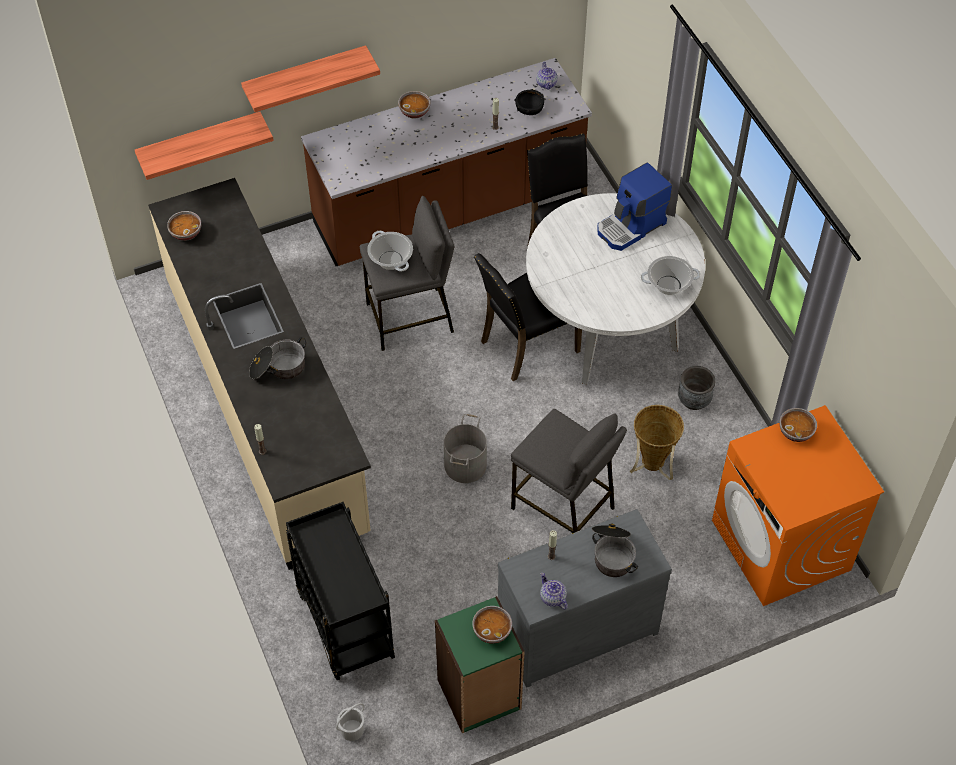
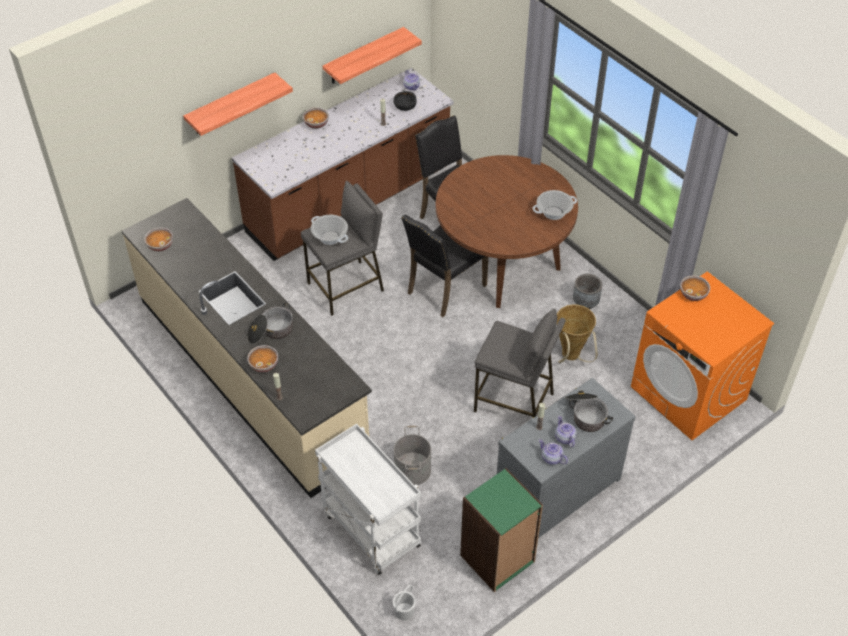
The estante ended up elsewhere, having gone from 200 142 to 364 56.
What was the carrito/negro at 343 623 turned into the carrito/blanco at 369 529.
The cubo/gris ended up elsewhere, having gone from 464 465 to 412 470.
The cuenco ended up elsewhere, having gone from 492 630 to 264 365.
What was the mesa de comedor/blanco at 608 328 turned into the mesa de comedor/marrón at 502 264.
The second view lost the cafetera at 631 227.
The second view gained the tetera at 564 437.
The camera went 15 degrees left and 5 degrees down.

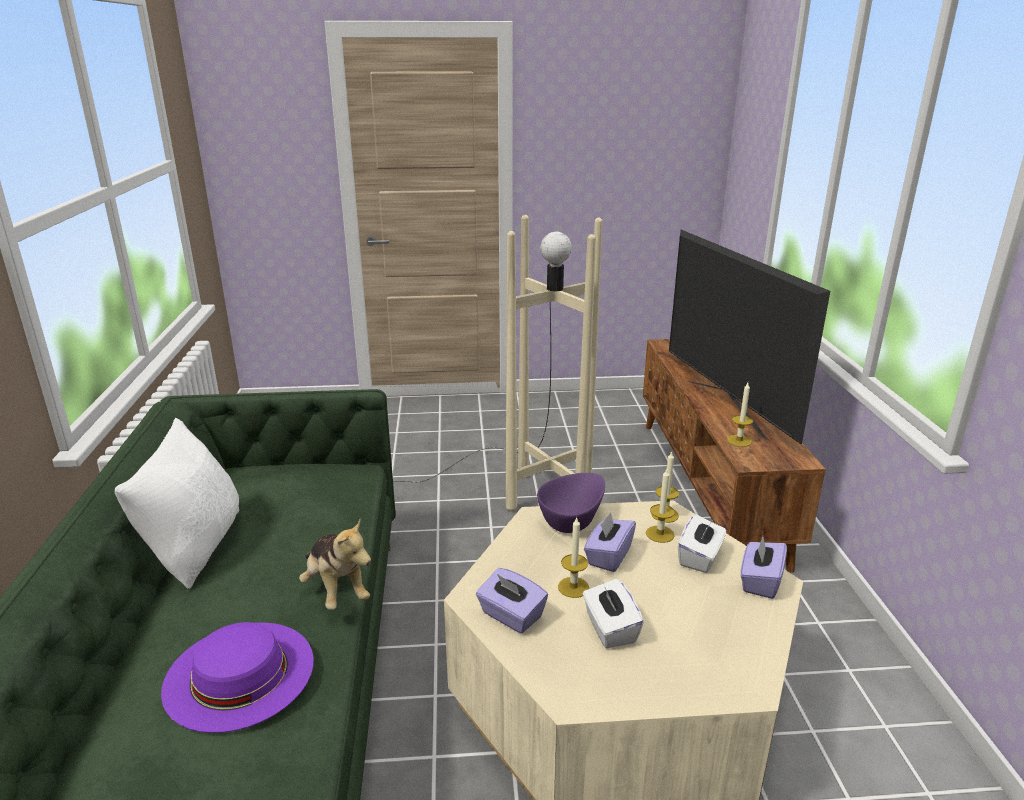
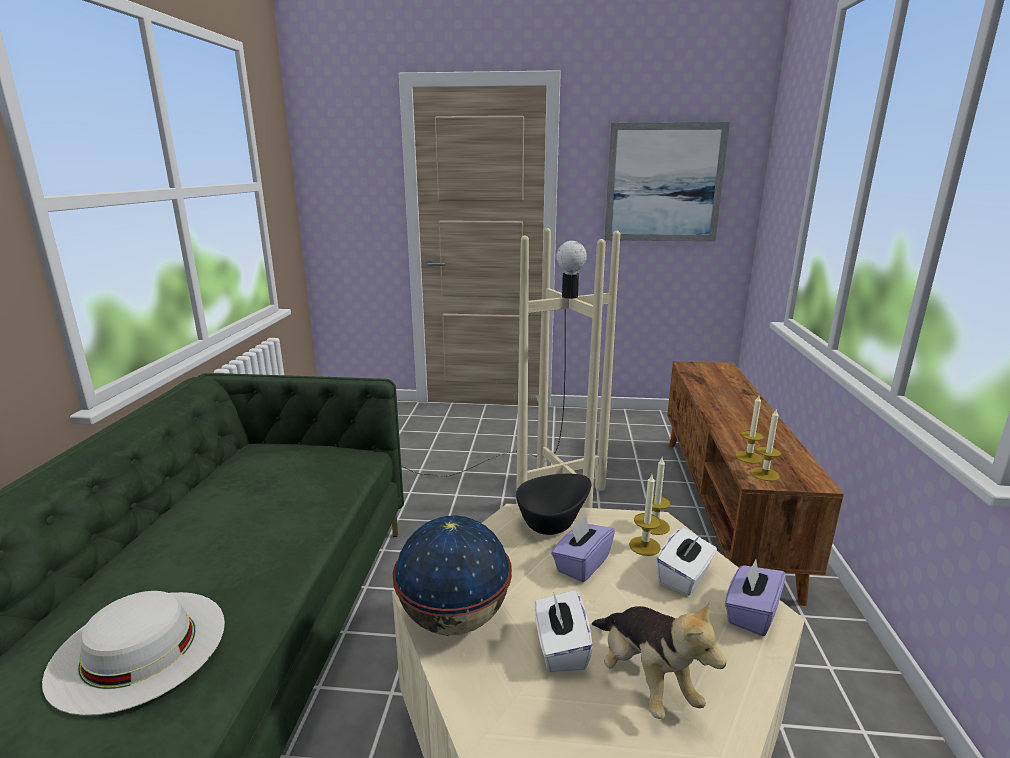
The second view lost the cojín/blanco at 196 547.
What was the sombrero/morado at 239 674 turned into the sombrero/blanco at 139 647.
The peluche ended up elsewhere, having gone from 336 590 to 645 680.
Where the caja de pañuelos/morado stood at 511 616, the globo terráqueo came to stand at 455 618.
What was the cuenco/morado at 572 521 turned into the cuenco/negro at 553 522.
The vela ended up elsewhere, having gone from 573 587 to 765 474.
The second view lost the televisor at 726 408.
The second view gained the cuadro at 664 183.
The camera went 10 degrees right and 5 degrees down.

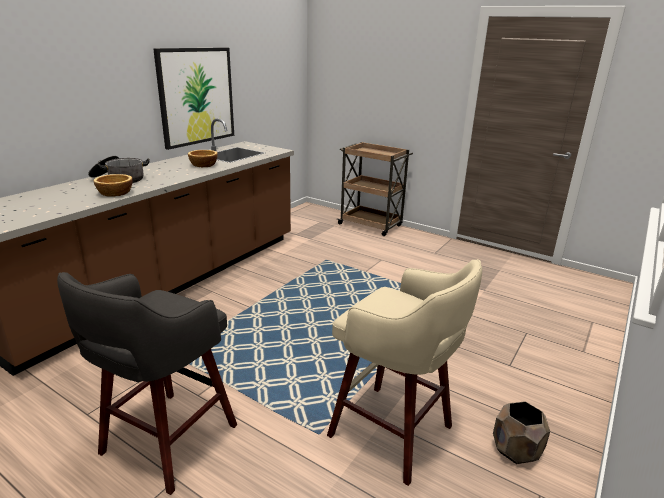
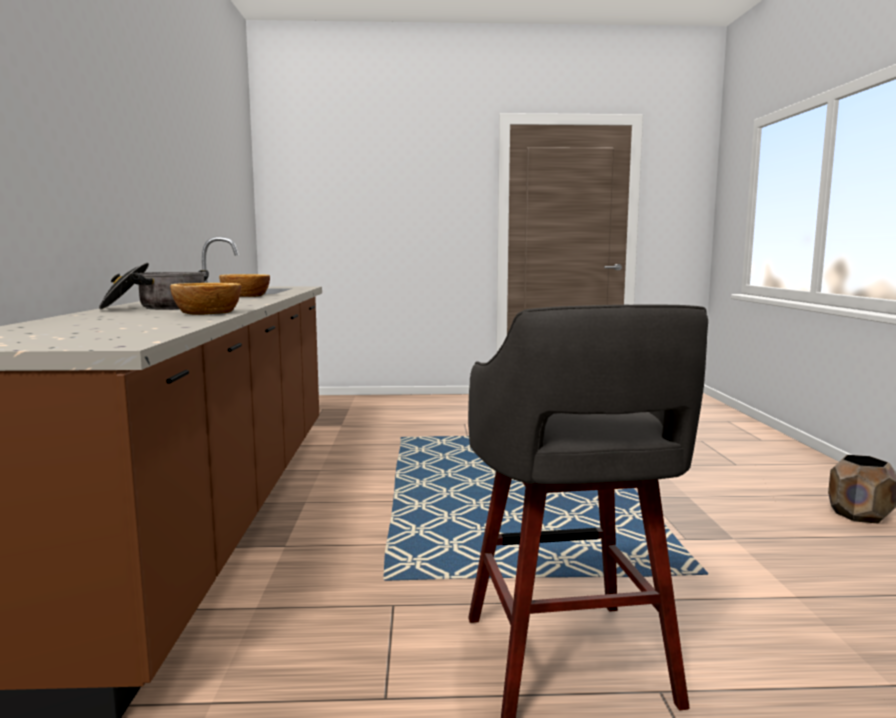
The second view lost the cuadro at 196 96.
The second view lost the taburete/beis at 394 433.
The second view lost the carrito/marrón at 371 225.
The camera went 35 degrees left and 15 degrees down.

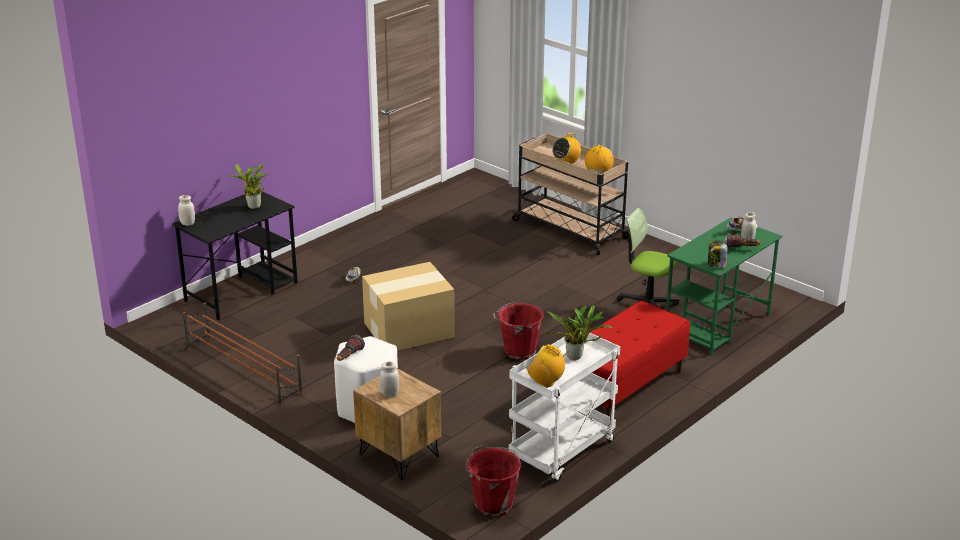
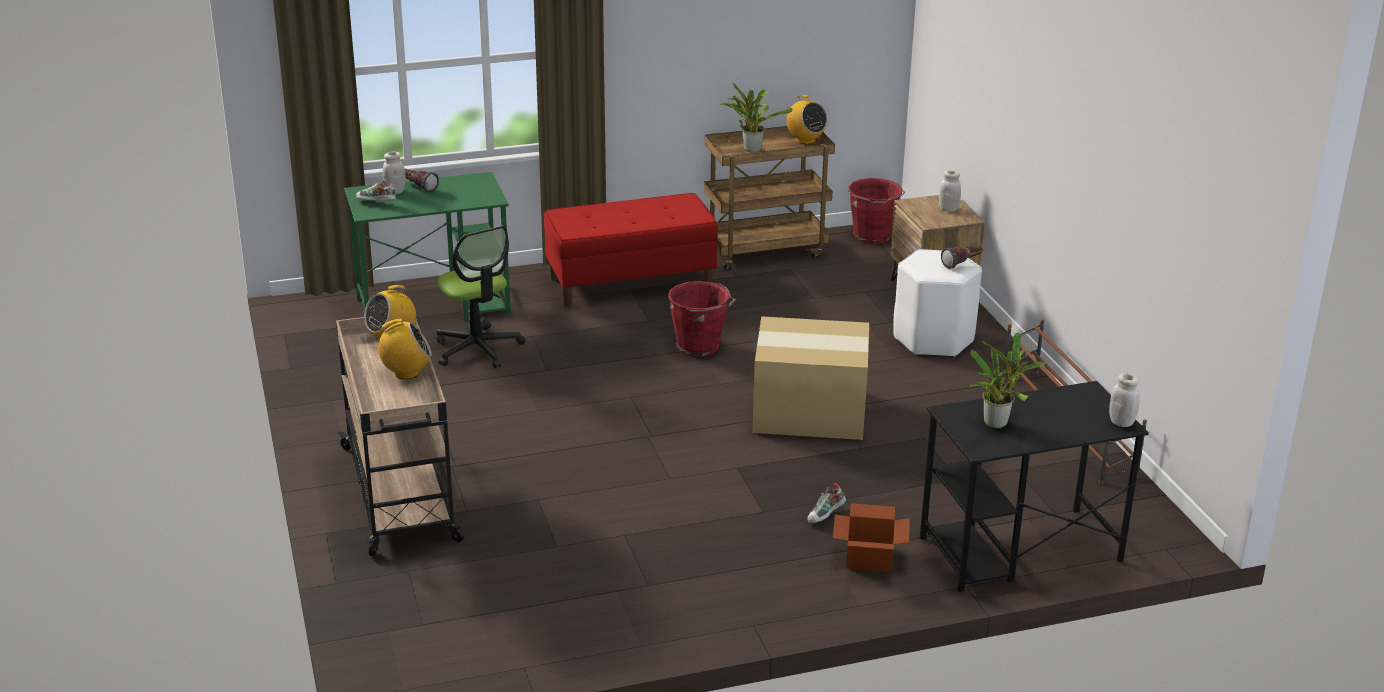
What was the carrito/blanco at 562 452 turned into the carrito/marrón at 766 251.
The second view lost the tarro at 716 265.
The second view gained the caja de cartón at 870 556.
The camera went 150 degrees left and 0 degrees up.

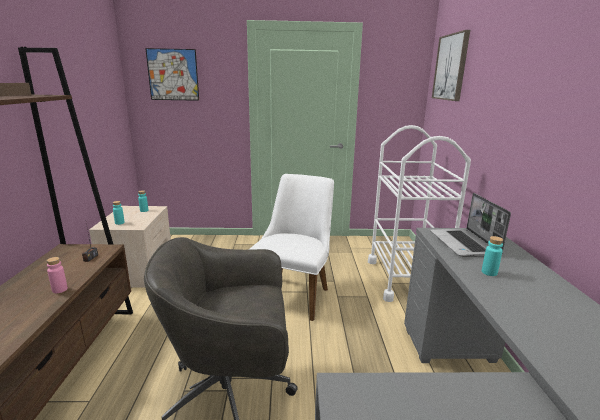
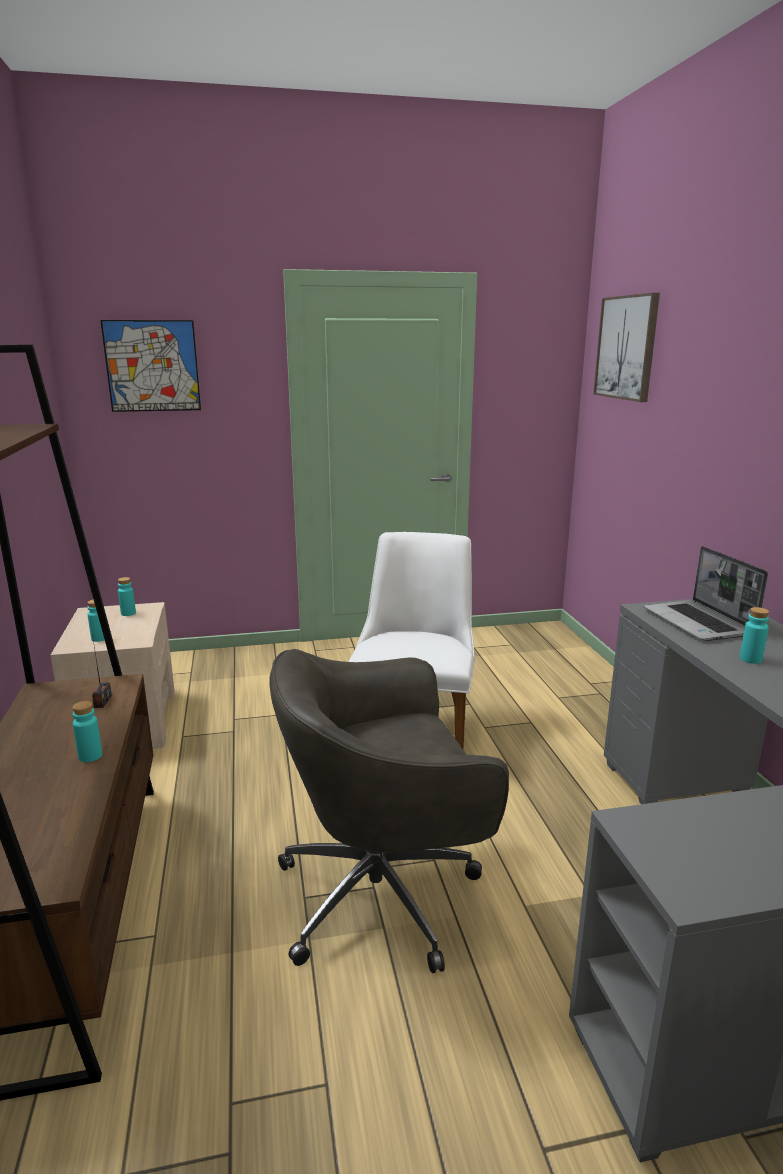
What was the botella/rosa at 60 289 turned into the botella/turquesa at 90 756.
The second view lost the carrito/blanco at 405 279.
The camera went 10 degrees left and 0 degrees up.

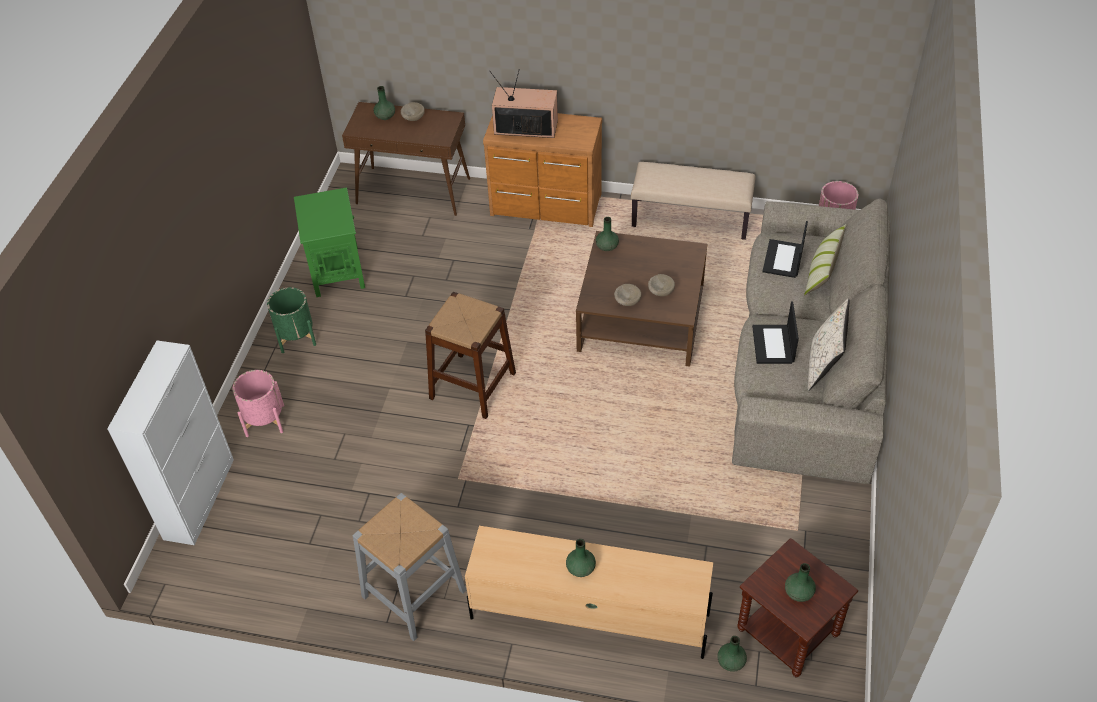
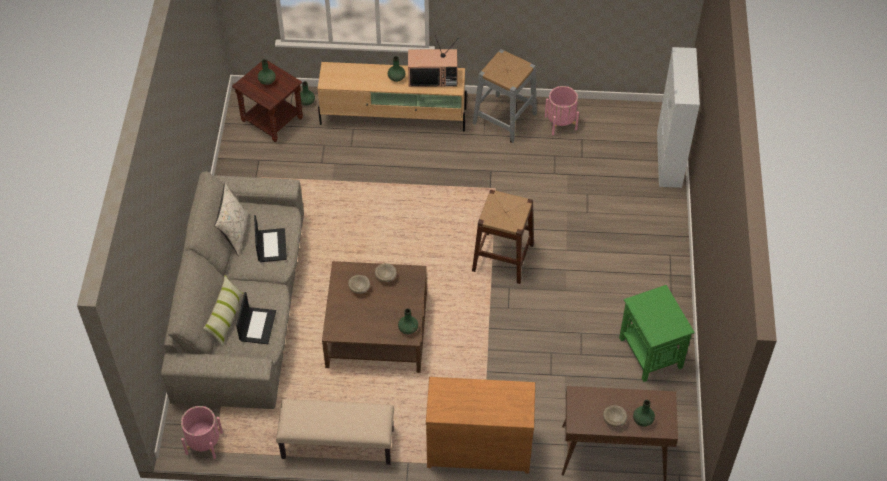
The maceta/rosa ended up elsewhere, having gone from 265 420 to 560 123.
The second view lost the maceta/verde at 296 337.
The televisor ended up elsewhere, having gone from 525 128 to 433 77.
The camera went 170 degrees right and 5 degrees up.

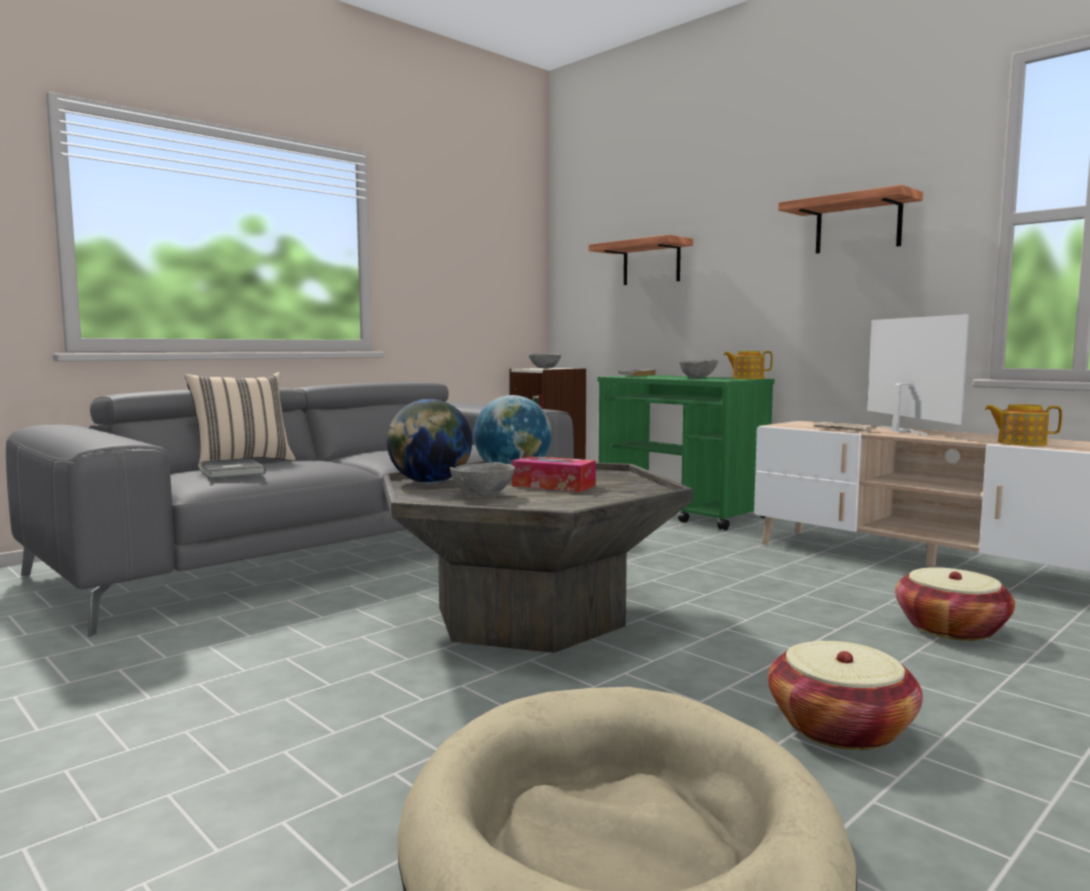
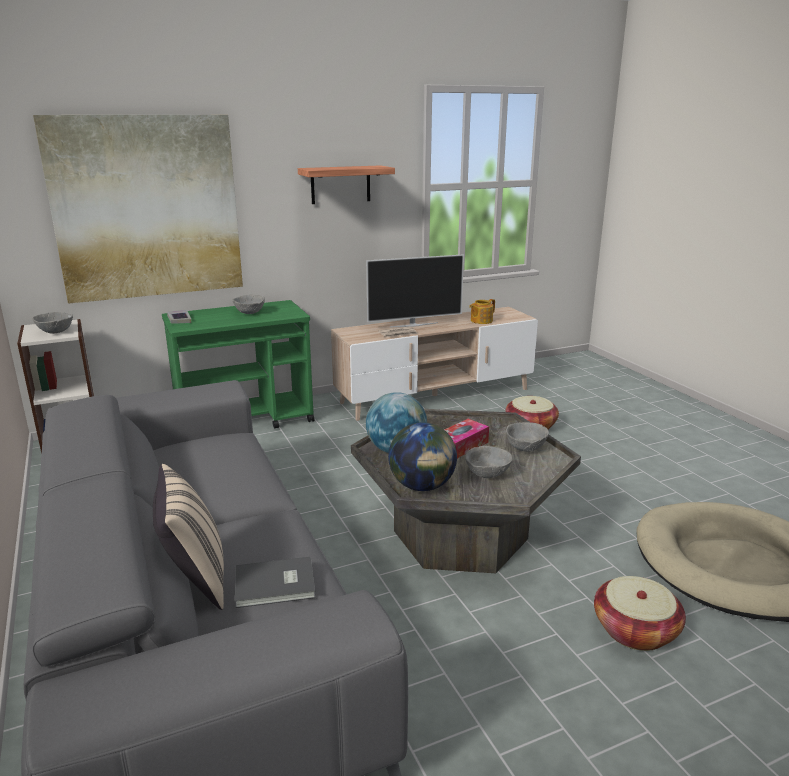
Where the estante hung at 651 263, the cuadro came to hang at 147 208.
The second view lost the tetera at 747 378.
The cesta ended up elsewhere, having gone from 840 728 to 635 630.
The televisor at 902 431 ended up facing another way, 150 degrees clockwise from before.
The second view gained the cuenco/gris at 526 448.
The camera went 70 degrees left and 15 degrees up.

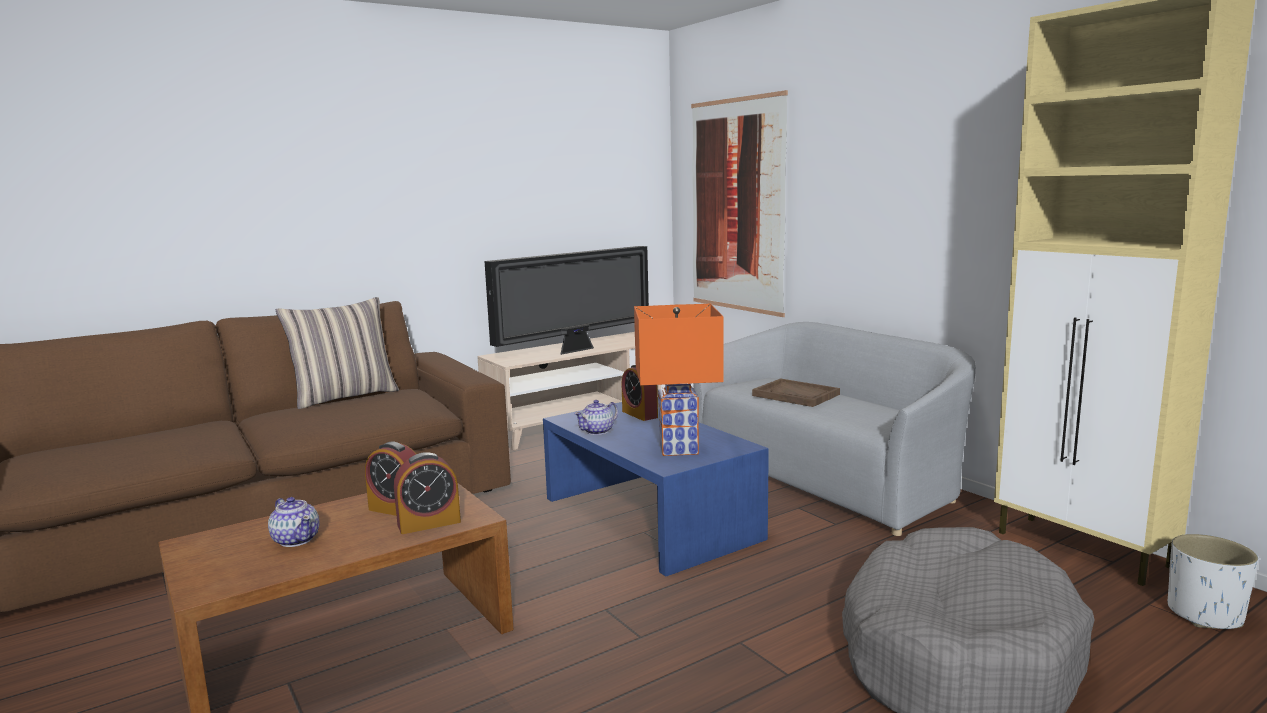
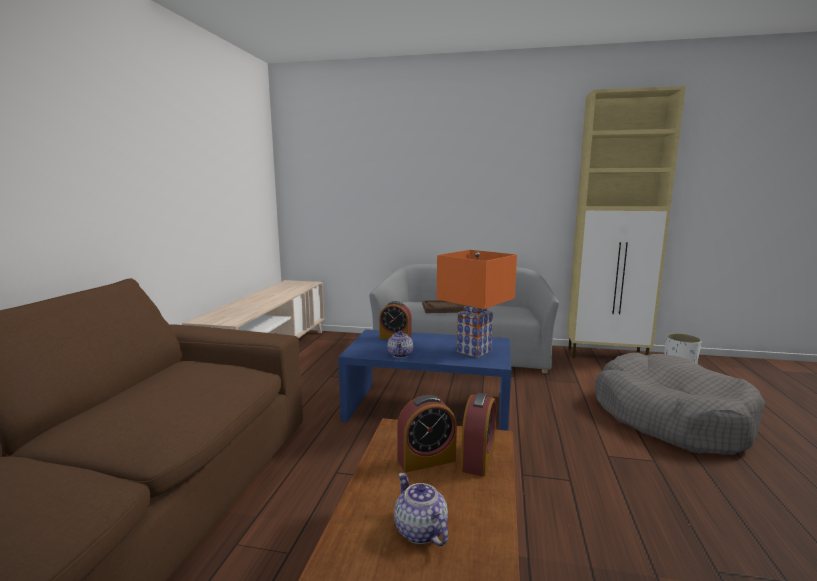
The tetera at 296 539 ended up facing another way, 120 degrees counterclockwise from before.
The second view lost the cojín at 345 396.
The second view lost the televisor at 576 350.
The second view lost the cuadro at 736 206.
The camera went 45 degrees left and 0 degrees up.

